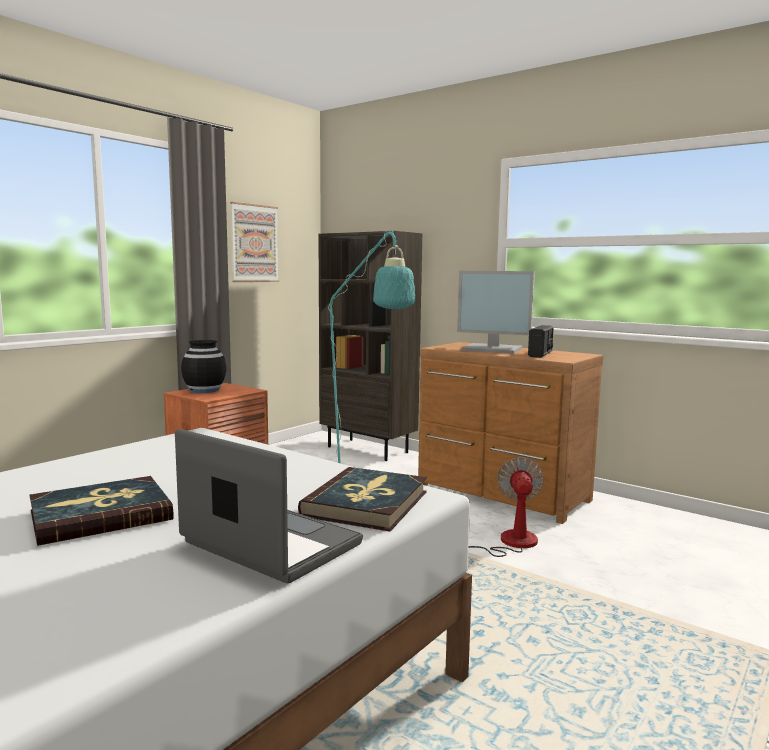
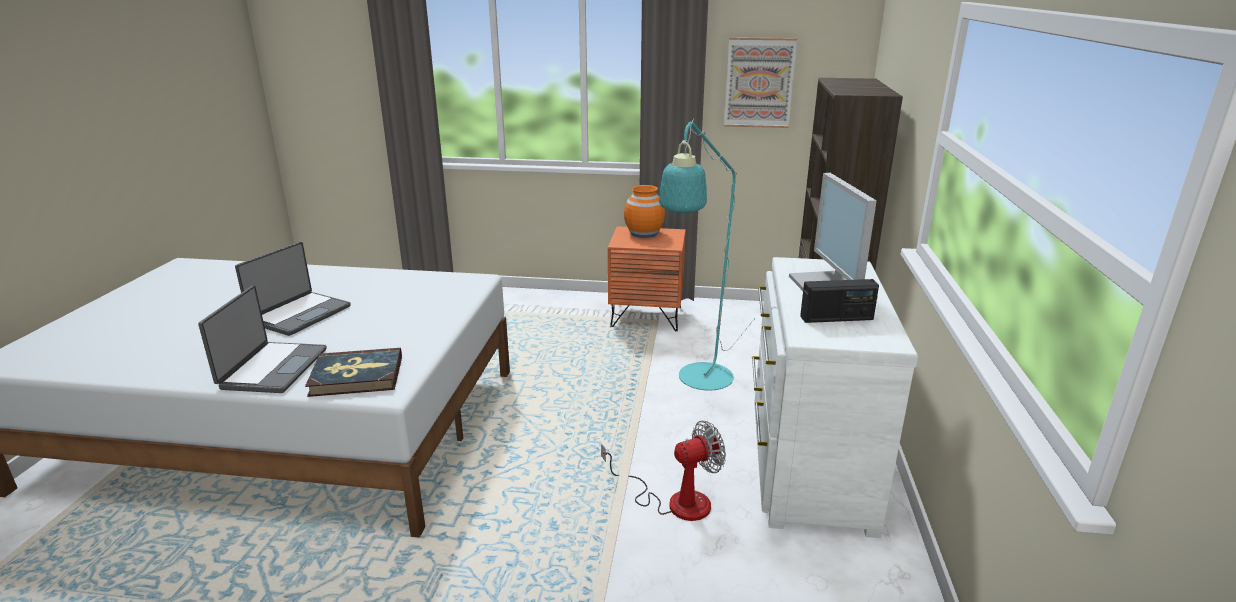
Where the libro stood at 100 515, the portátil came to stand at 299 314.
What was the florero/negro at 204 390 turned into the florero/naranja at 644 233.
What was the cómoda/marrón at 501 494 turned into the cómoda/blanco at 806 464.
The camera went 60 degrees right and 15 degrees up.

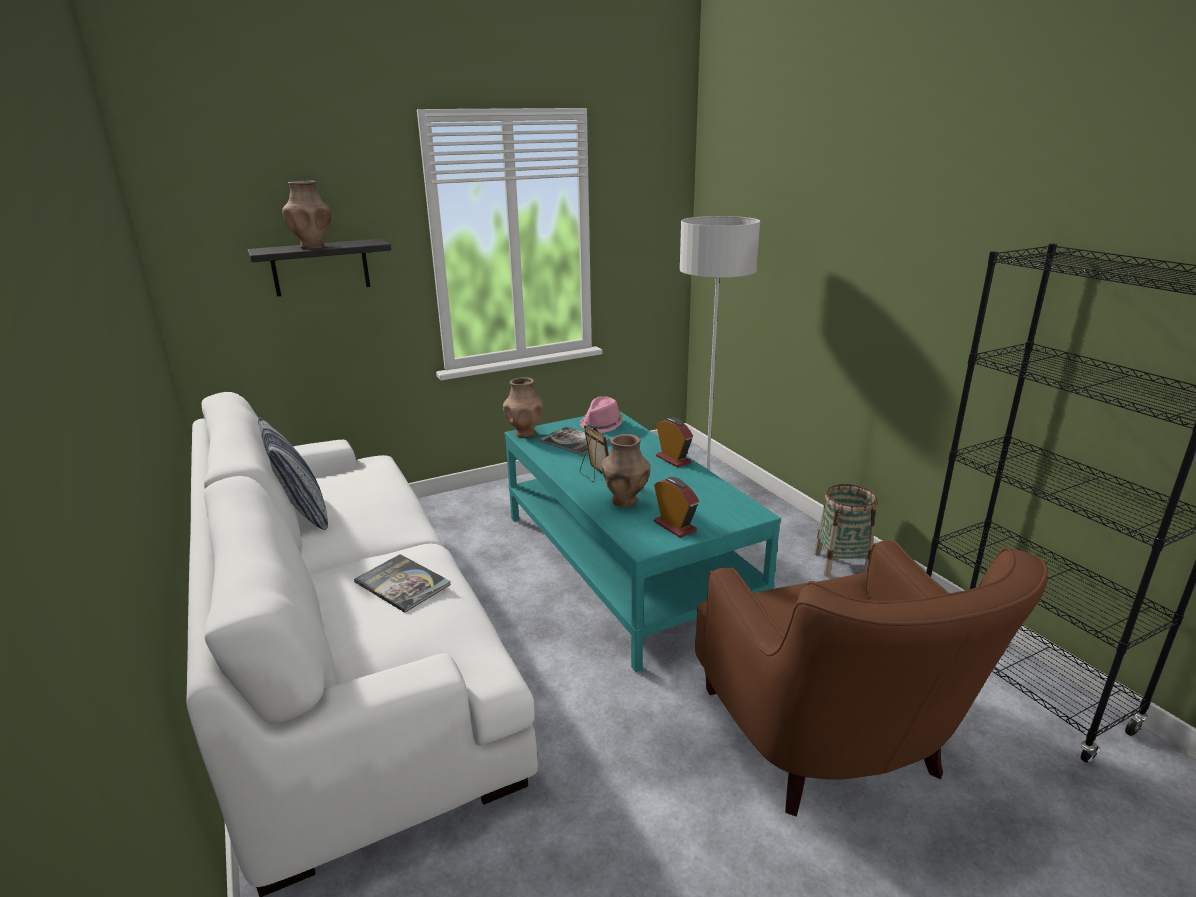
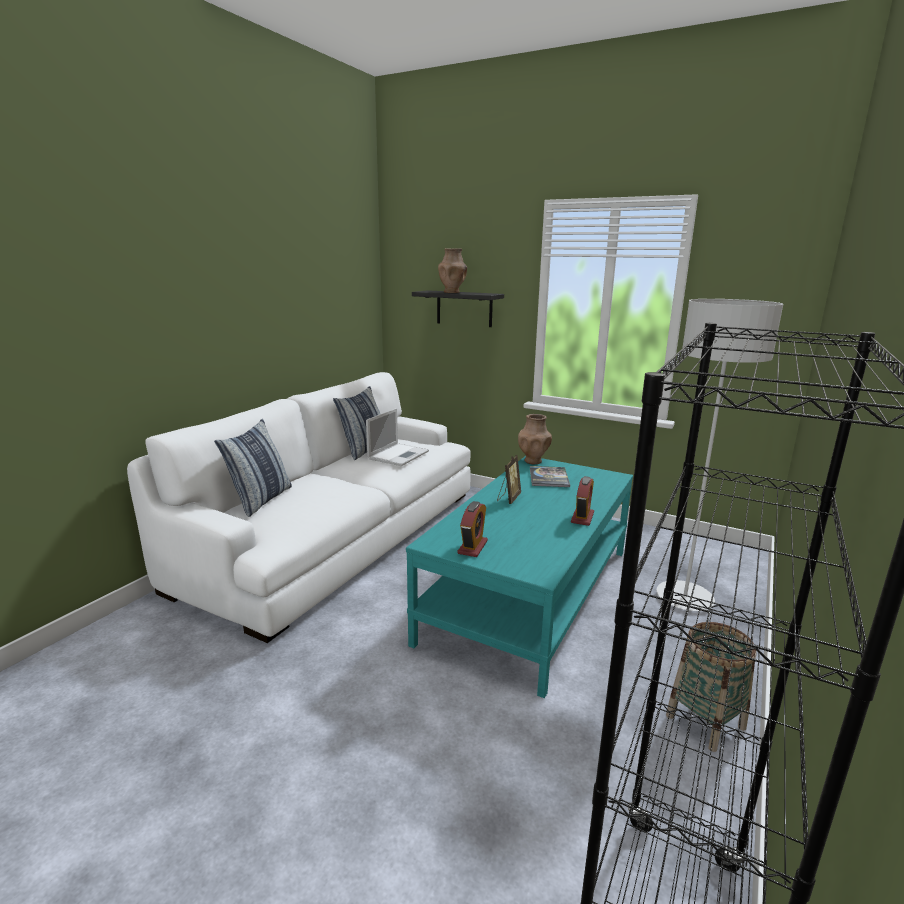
The second view lost the libro at 402 583.
The second view lost the sombrero/rosa at 602 425.
The second view lost the florero/marrón at 625 501.
The second view lost the sillón/marrón at 830 743.
The second view gained the cojín at 261 500.
The second view gained the portátil at 399 455.
The camera went 55 degrees right and 5 degrees down.

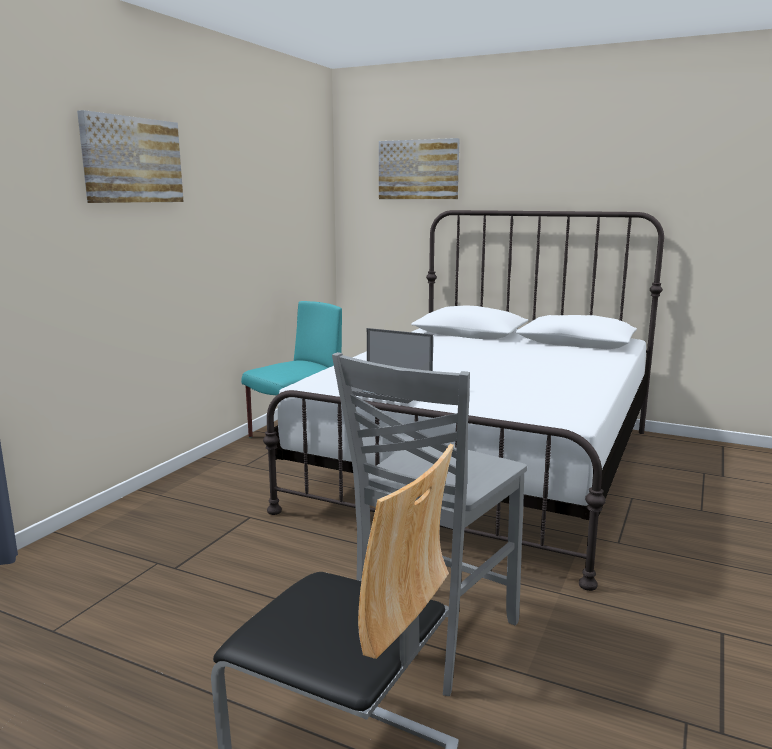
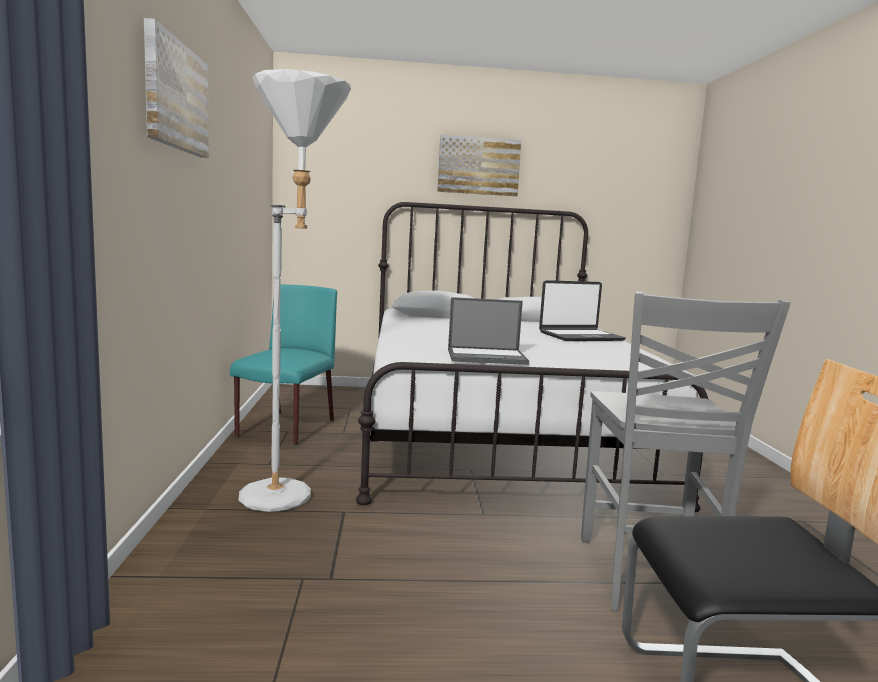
The cuadro ended up elsewhere, having gone from 418 169 to 478 166.
The second view gained the lámpara de pie/blanco at 291 497.
The second view gained the portátil at 580 336.
The camera went 30 degrees left and 5 degrees down.

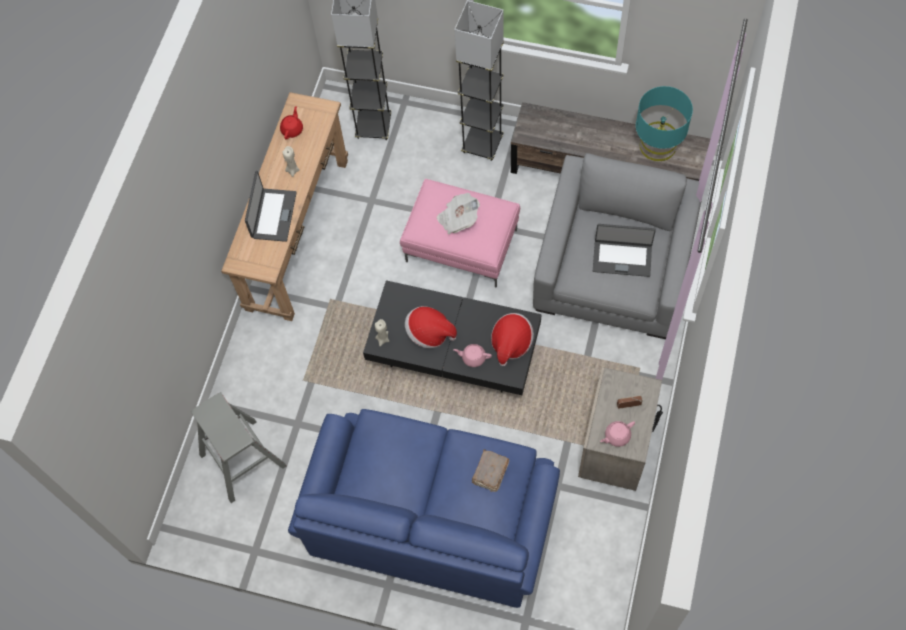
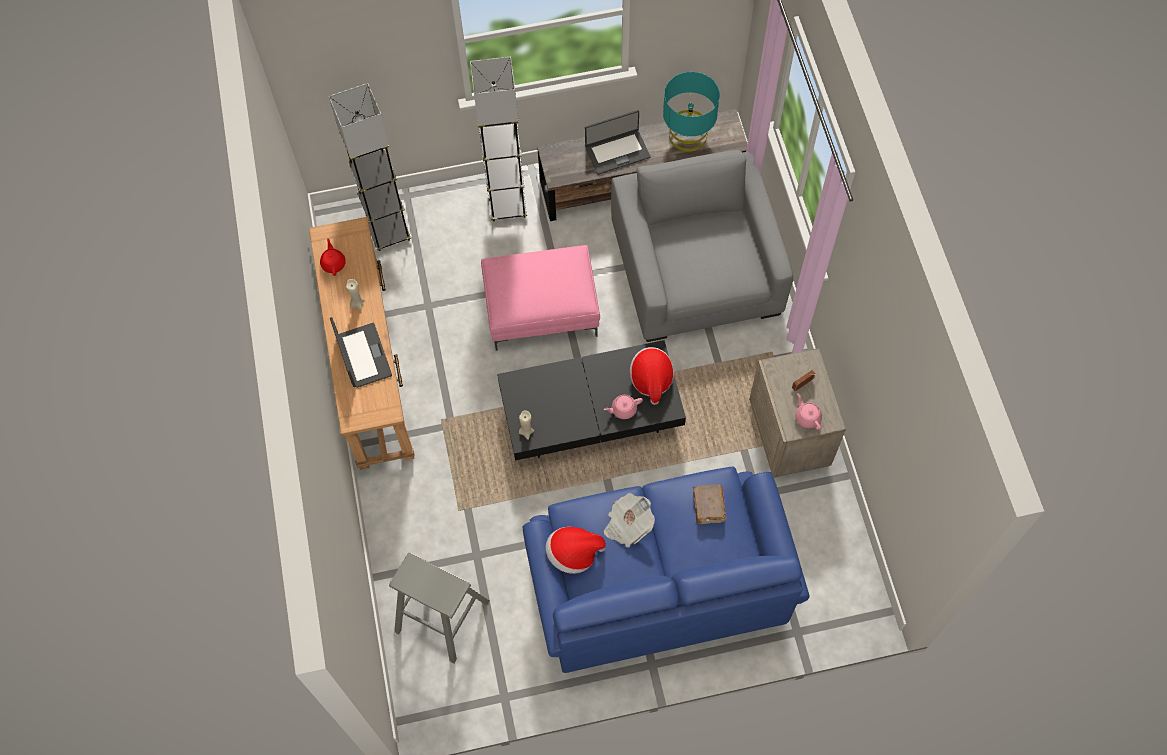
The sombrero ended up elsewhere, having gone from 429 333 to 573 554.
The periódico ended up elsewhere, having gone from 458 219 to 627 525.
The portátil ended up elsewhere, having gone from 622 258 to 617 152.
The tetera/rosa at 616 436 ended up facing another way, 120 degrees clockwise from before.
The camera went 30 degrees left and 0 degrees up.

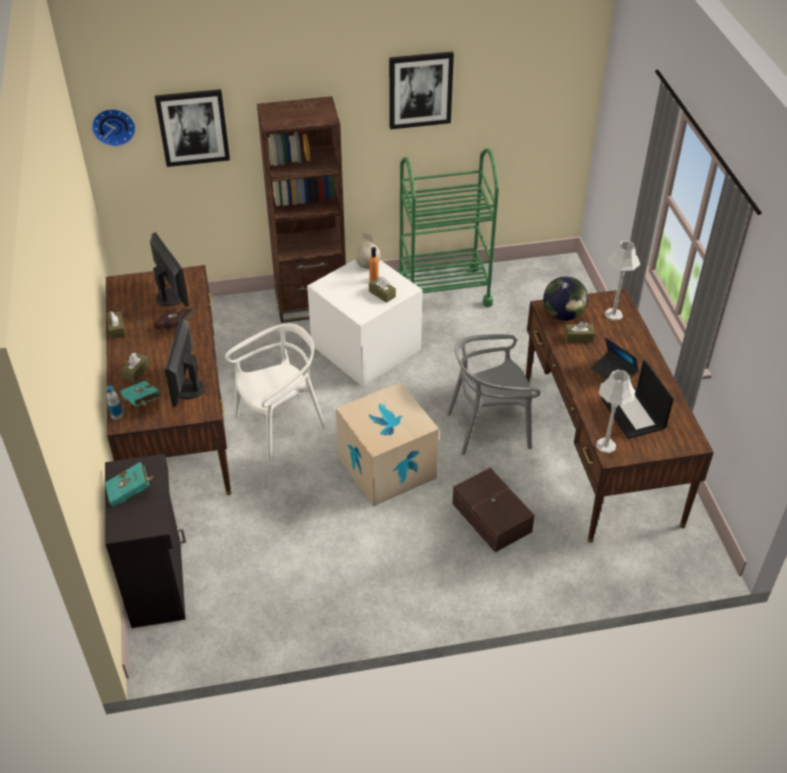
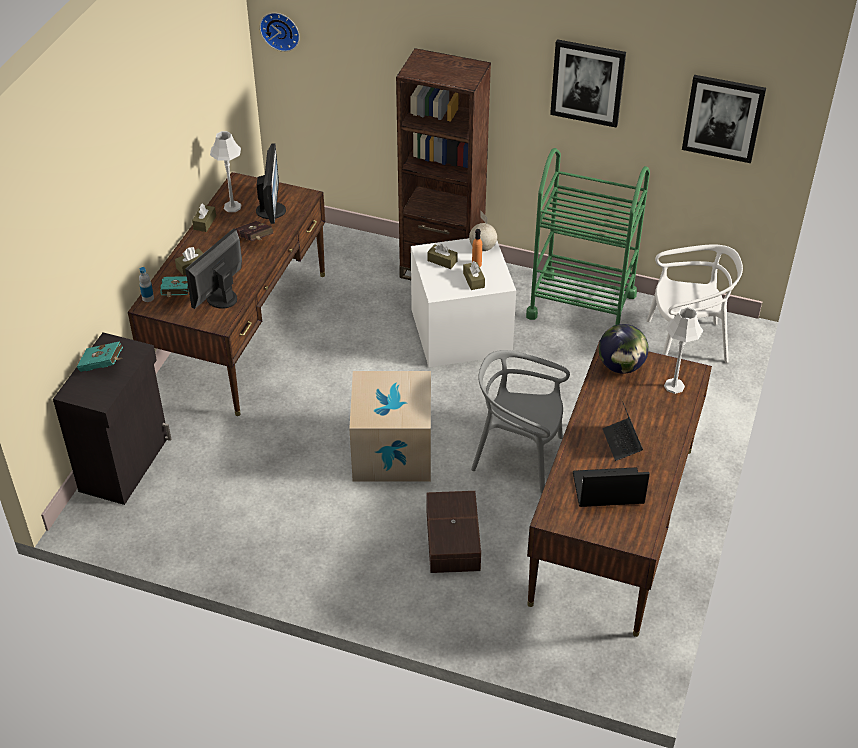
The cuadro ended up elsewhere, having gone from 193 127 to 723 118.
The silla/blanco ended up elsewhere, having gone from 280 424 to 685 344.
The caja de pañuelos/marrón ended up elsewhere, having gone from 578 337 to 442 261.
The lámpara de mesa/gris ended up elsewhere, having gone from 605 445 to 232 206.
The portátil at 634 413 ended up facing another way, 75 degrees clockwise from before.
The camera went 30 degrees right and 0 degrees up.

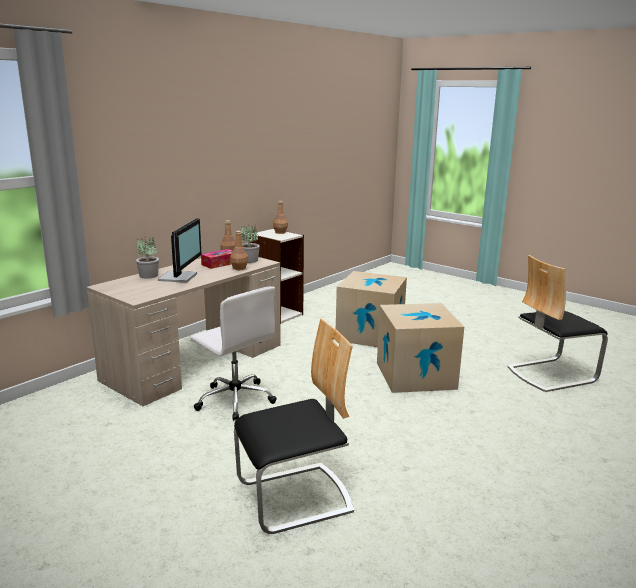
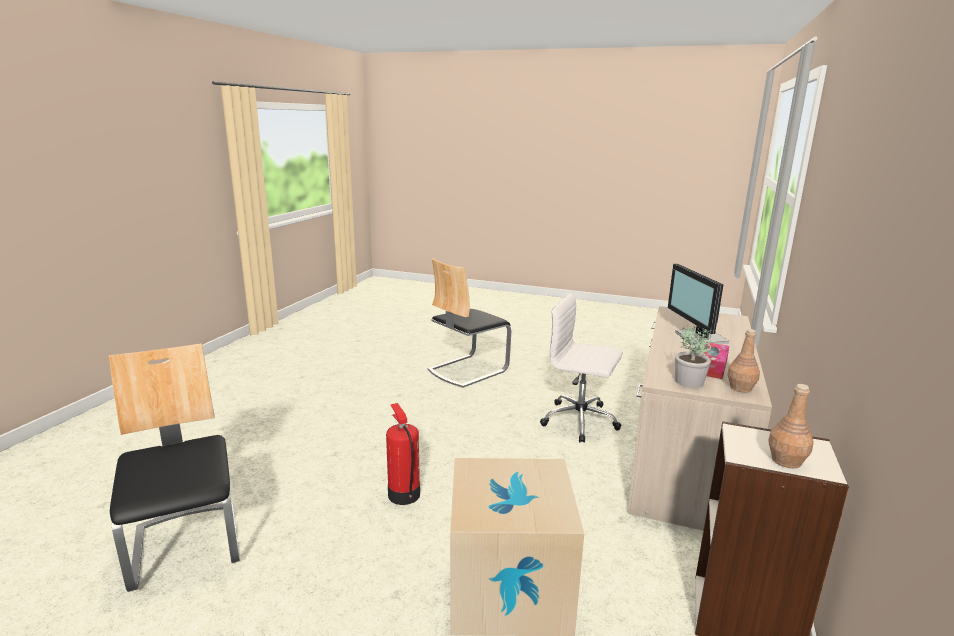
The second view lost the planta en maceta at 149 275.
The second view lost the botella/marrón at 239 268.
Where the caja de cartón stood at 415 375, the extintor came to stand at 404 494.
The silla at 550 374 ended up facing another way, 75 degrees counterclockwise from before.
The camera went 160 degrees right and 0 degrees up.

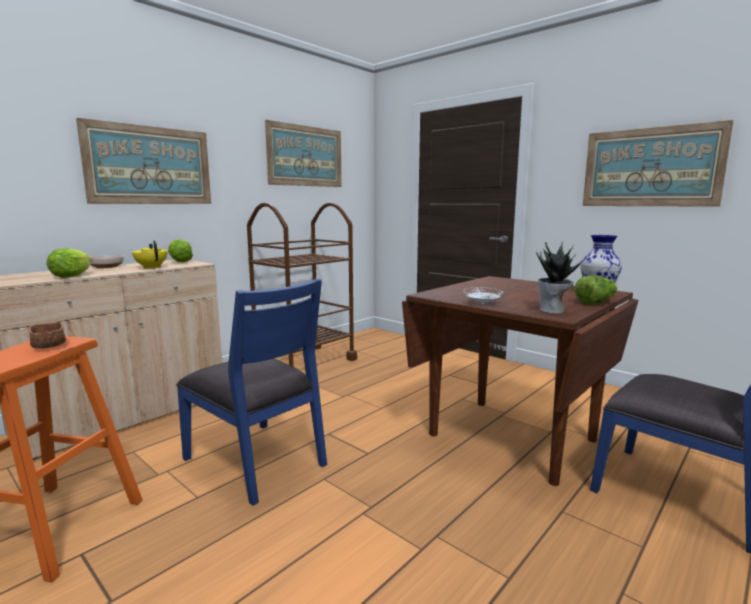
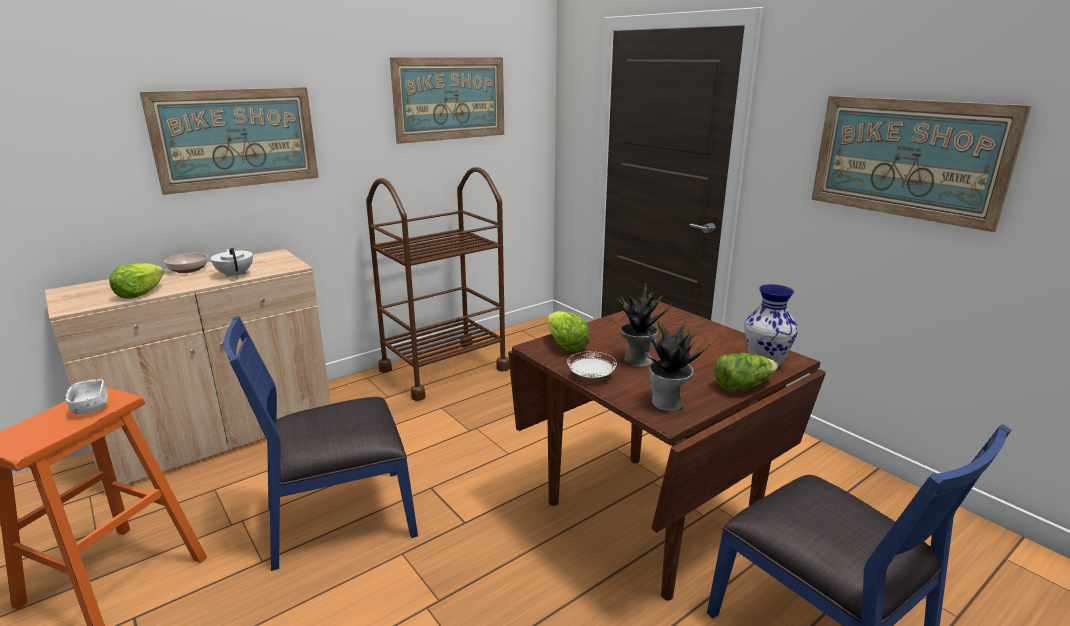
What was the cuenco/marrón at 49 345 turned into the cuenco/blanco at 90 407.
What was the tetera/amarillo at 151 267 turned into the tetera/blanco at 235 275.
The lechuga ended up elsewhere, having gone from 179 261 to 565 346.
The silla/azul at 257 460 ended up facing another way, 105 degrees clockwise from before.
The second view gained the planta en maceta at 636 360.
The camera went 10 degrees right and 10 degrees up.

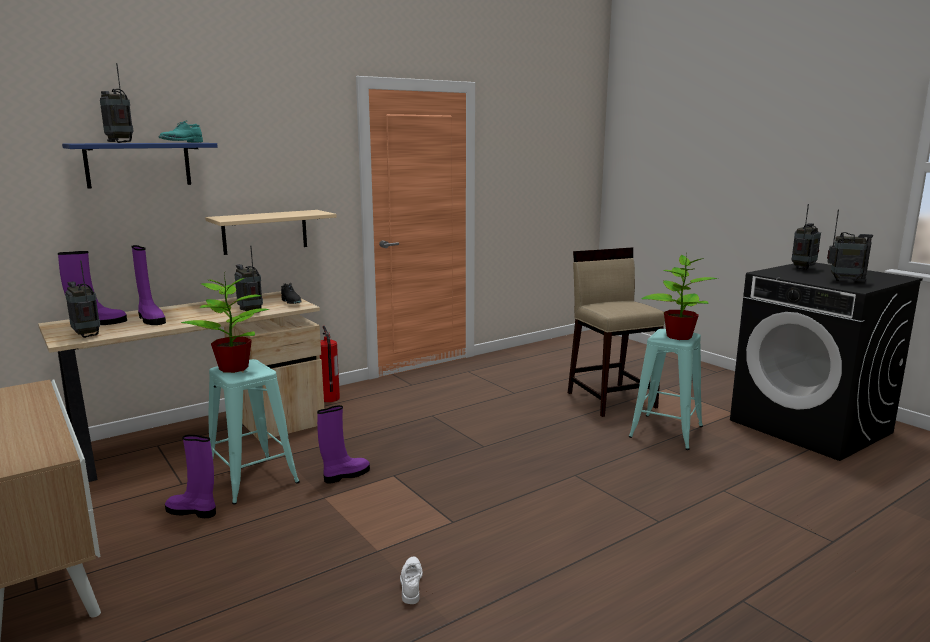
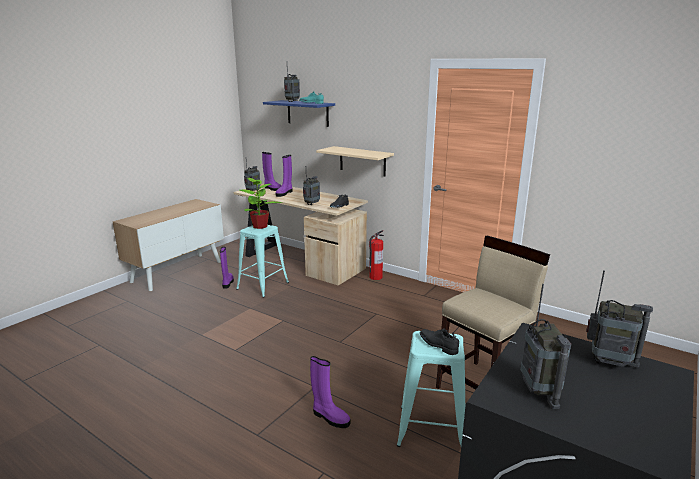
The bota/morado ended up elsewhere, having gone from 345 475 to 330 417.
The second view lost the zapato/blanco at 411 584.
Where the planta en maceta stood at 678 336, the zapato/negro came to stand at 438 345.
The camera went 70 degrees right and 5 degrees up.

